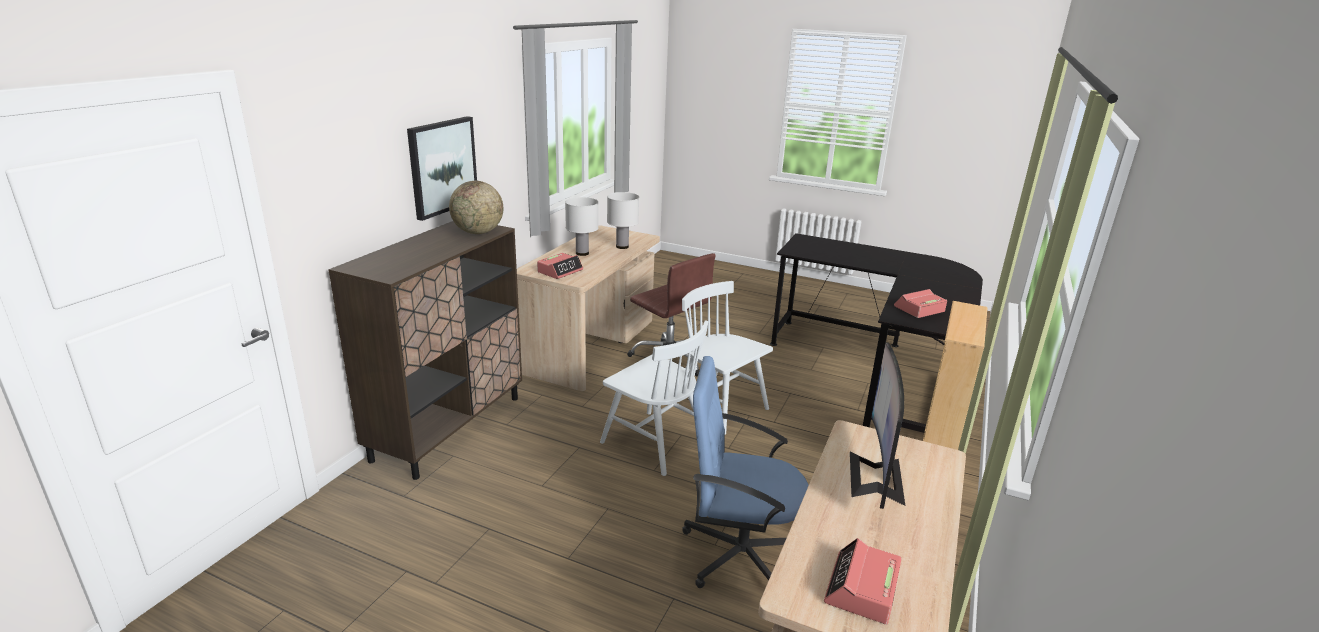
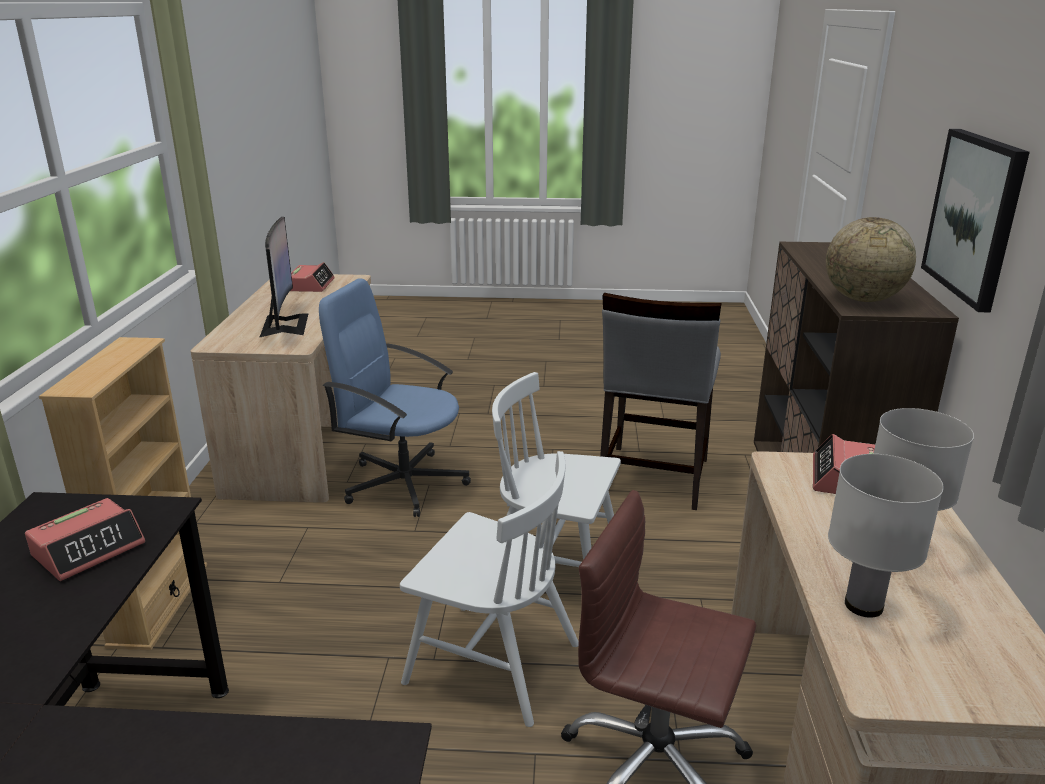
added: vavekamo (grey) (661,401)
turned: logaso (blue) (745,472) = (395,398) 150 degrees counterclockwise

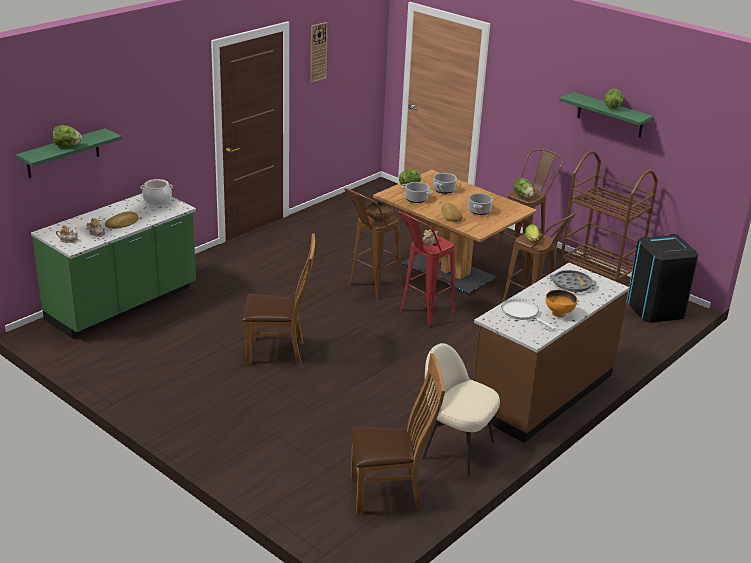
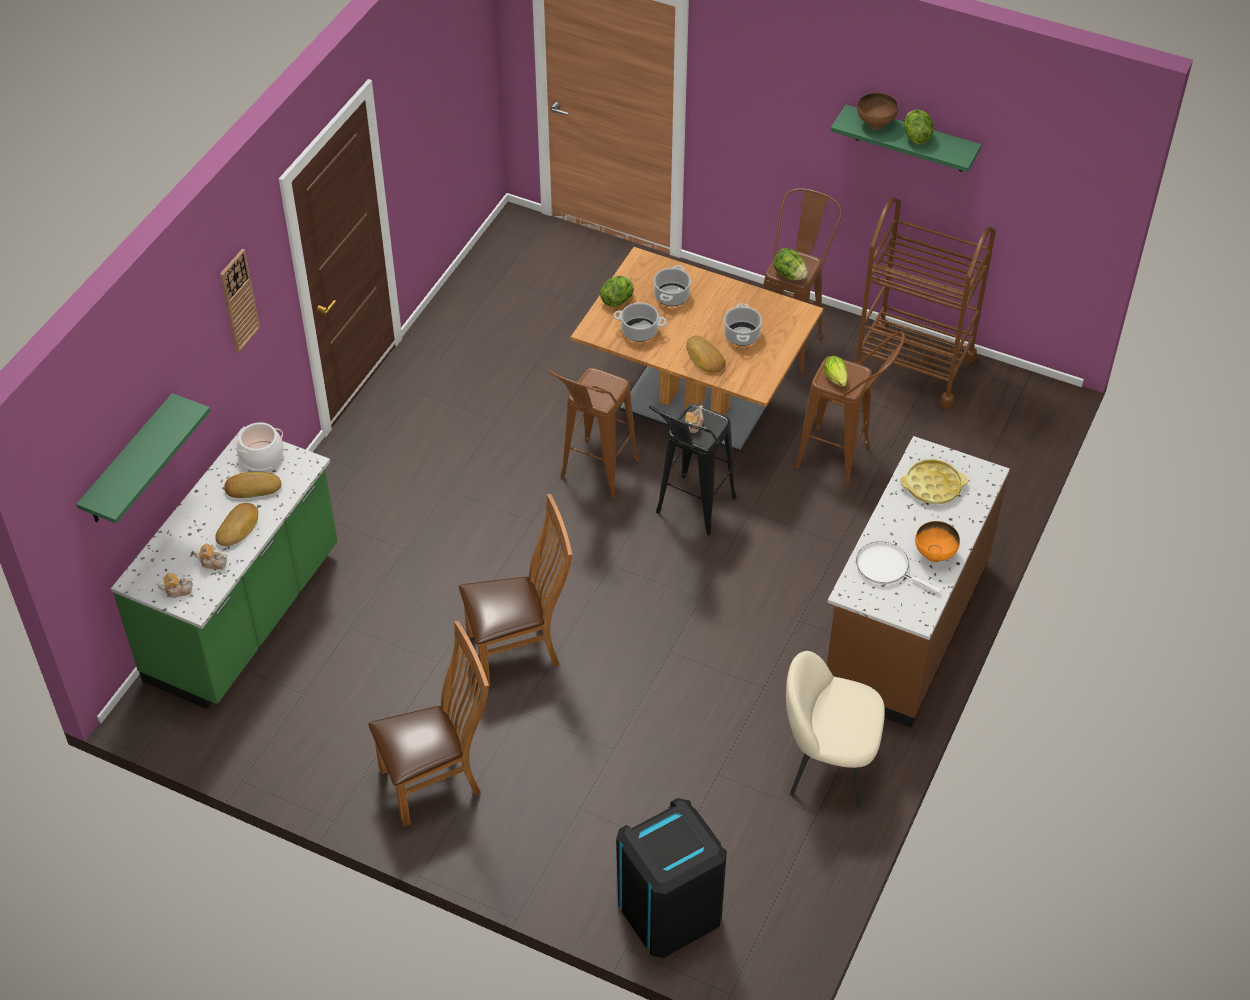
removed: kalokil (67,136)
added: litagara (252,484)
moved: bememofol (319,52) to (240,301); vavekamo (brown) (397,434) to (428,724); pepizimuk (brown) (380,213) to (877,111); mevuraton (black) (662,278) to (671,878)
recoloured: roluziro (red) (426,268) to roluziro (black) (692,470); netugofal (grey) (573,281) to netugofal (yellow) (934,481)

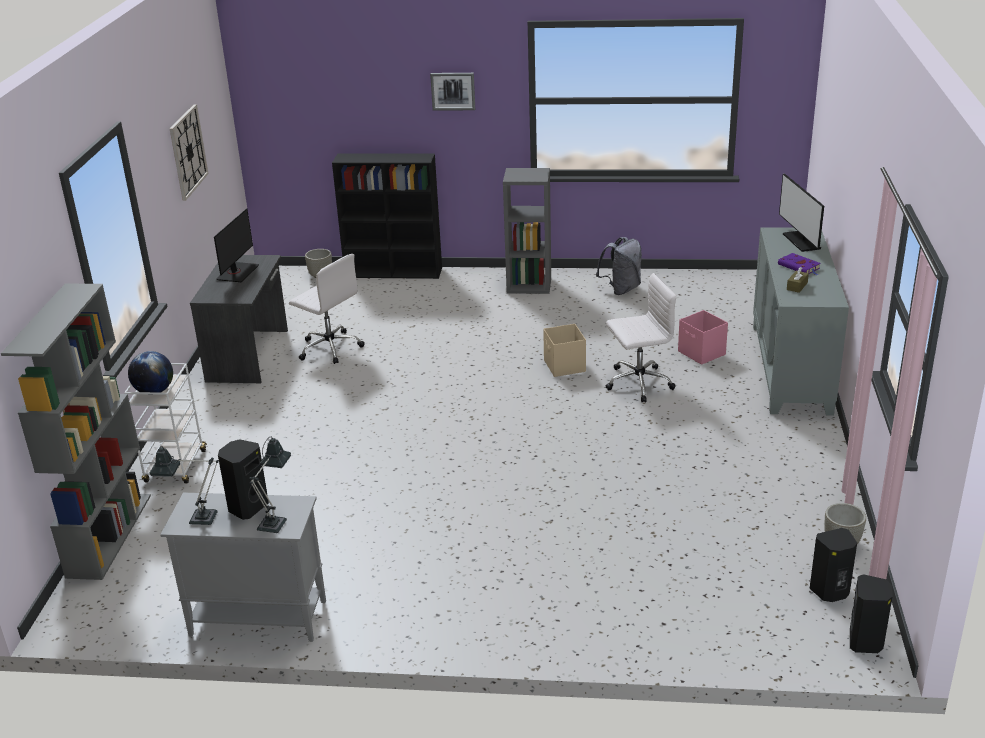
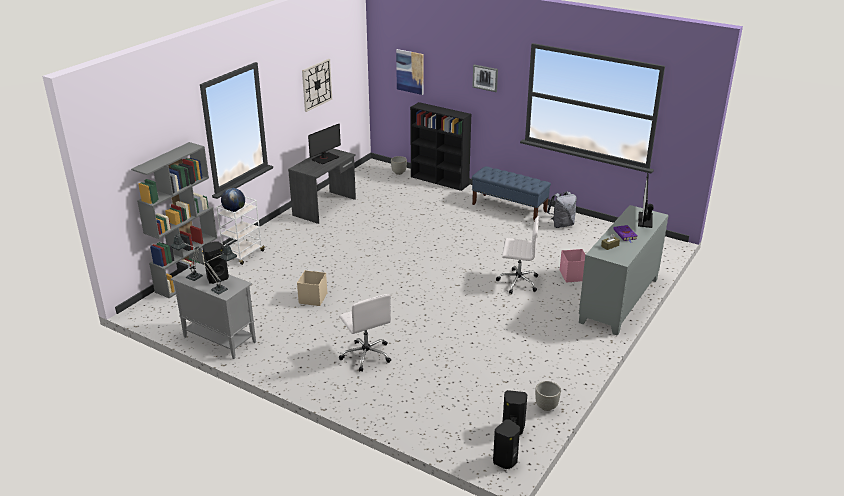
added: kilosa (409,72)
moved: logaso (white) (327,309) to (365,333); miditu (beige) (564,350) to (312,288)
replaced: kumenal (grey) (527,231) to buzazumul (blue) (511,193)

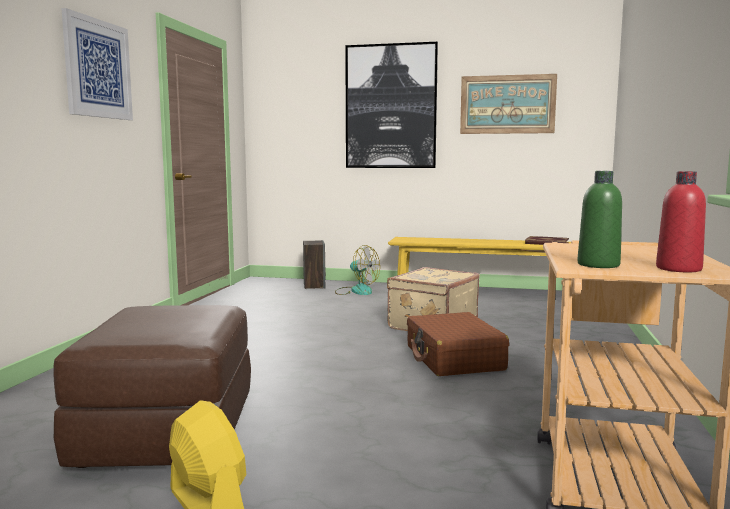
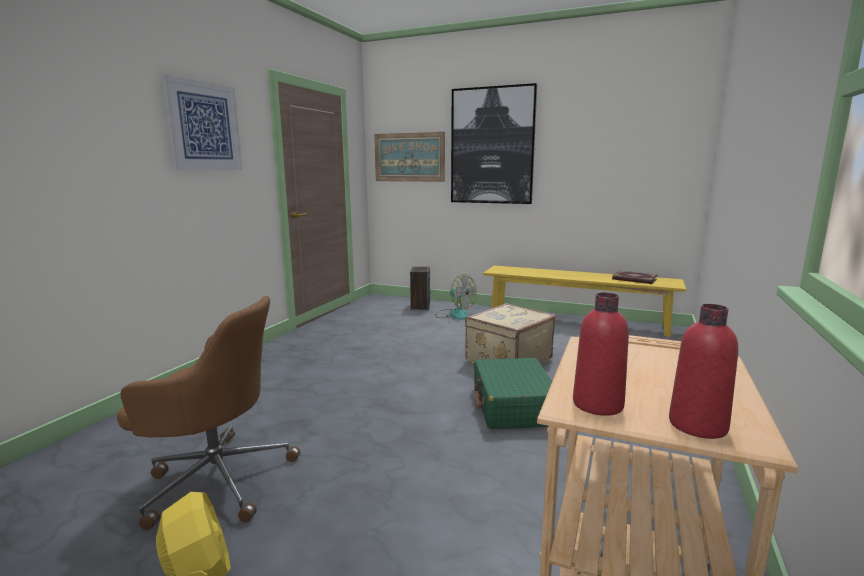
moved: kilosa (508,104) to (409,157)
replaced: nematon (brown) (152,386) to logaso (brown) (208,413)
recoloured: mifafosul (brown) (458,344) to mifafosul (green) (513,393); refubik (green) (599,219) to refubik (red) (601,354)

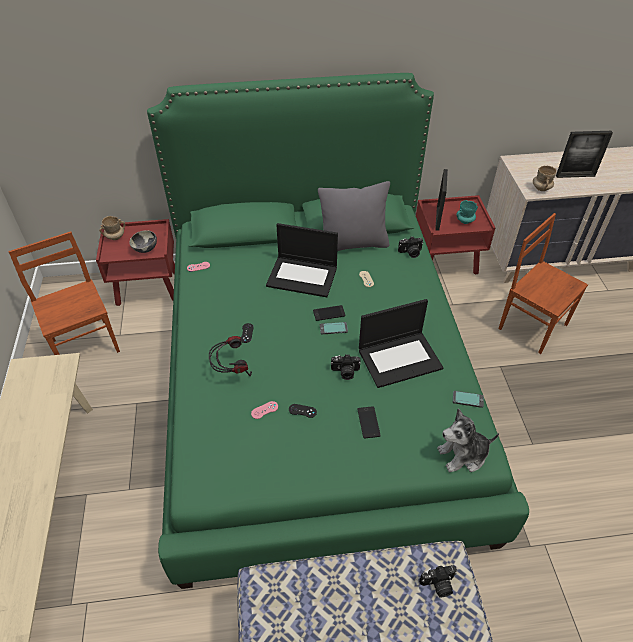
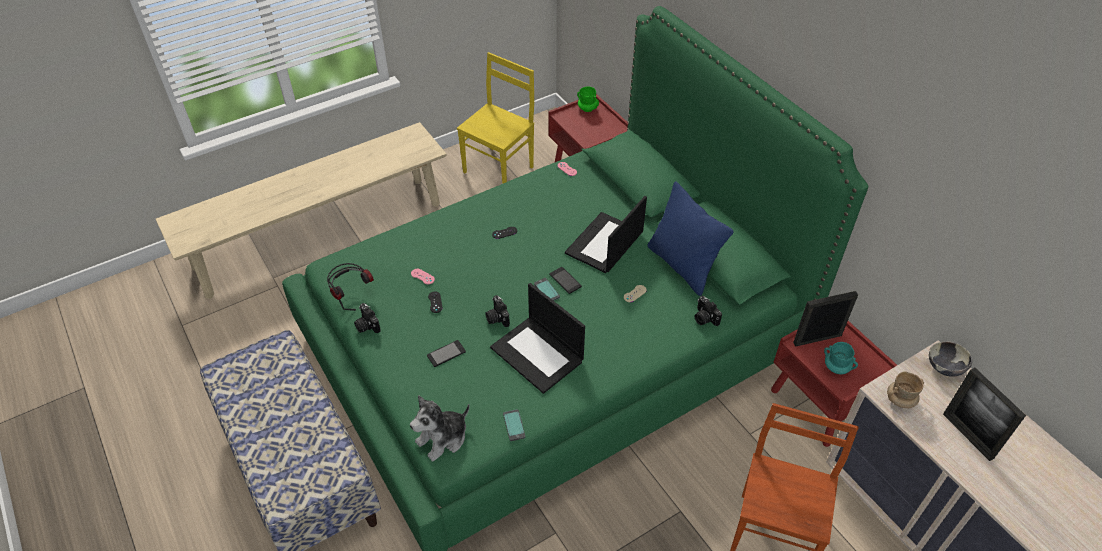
moved: pepizimuk (143,241) to (950,359); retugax (230,356) to (350,287); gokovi (438,581) to (367,318)
recoloured: vavekamo (brown) (64,293) to vavekamo (yellow) (495,118); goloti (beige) (112,228) to goloti (green) (588,99); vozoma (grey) (354,216) to vozoma (blue) (690,238)
turned: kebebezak (302,260) = (606,234) 45 degrees clockwise; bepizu (468,440) = (440,428) 90 degrees counterclockwise

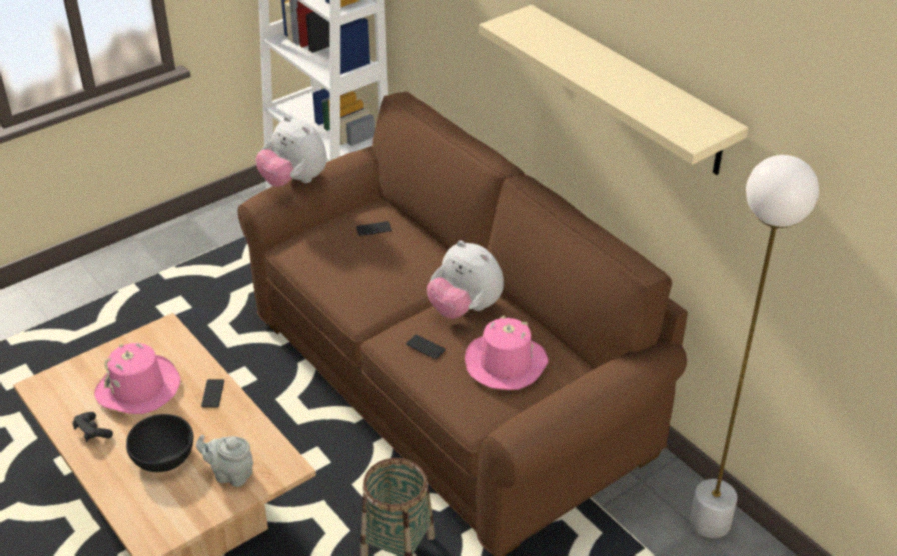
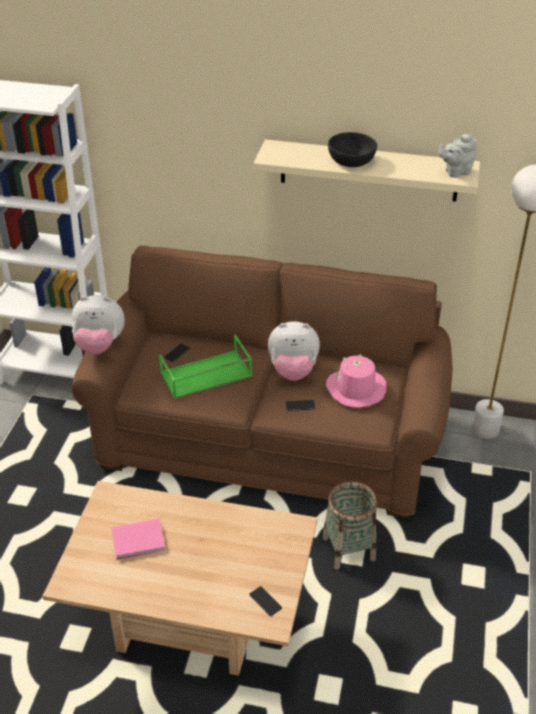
removed: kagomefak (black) (92,427)
added: netugofal (green) (205,366)
moved: pepizimuk (black) (159,443) to (352,149); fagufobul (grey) (224,461) to (458,156); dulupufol (212,393) to (265,601)
replaced: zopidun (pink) (137,378) to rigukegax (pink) (138,539)

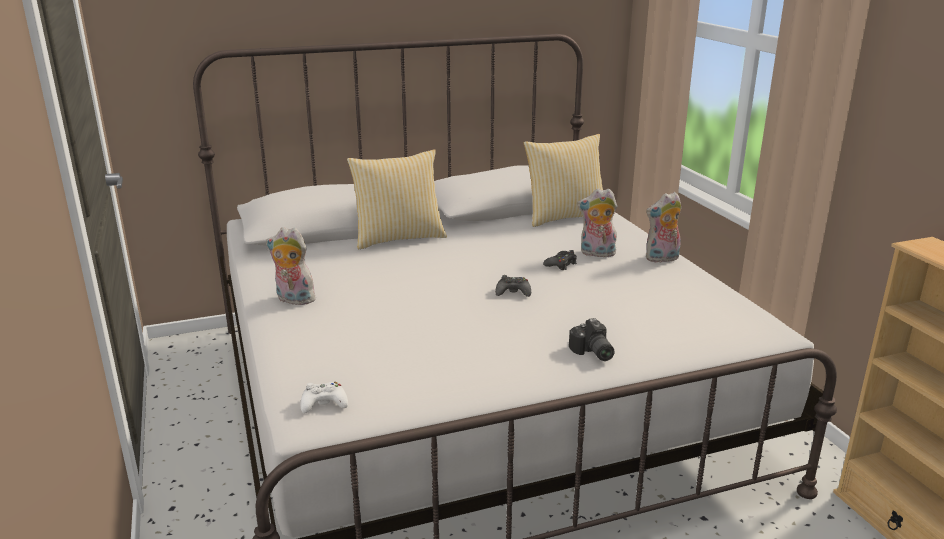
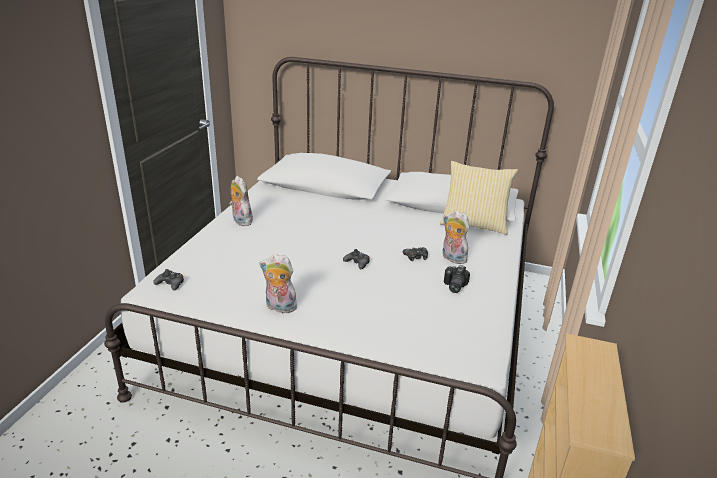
removed: vozoma (397,199)
moved: gokovi (592,339) to (457,279); bepizu (663,227) to (278,284)
recoloured: kagomefak (white) (324,397) to kagomefak (black) (168,280)

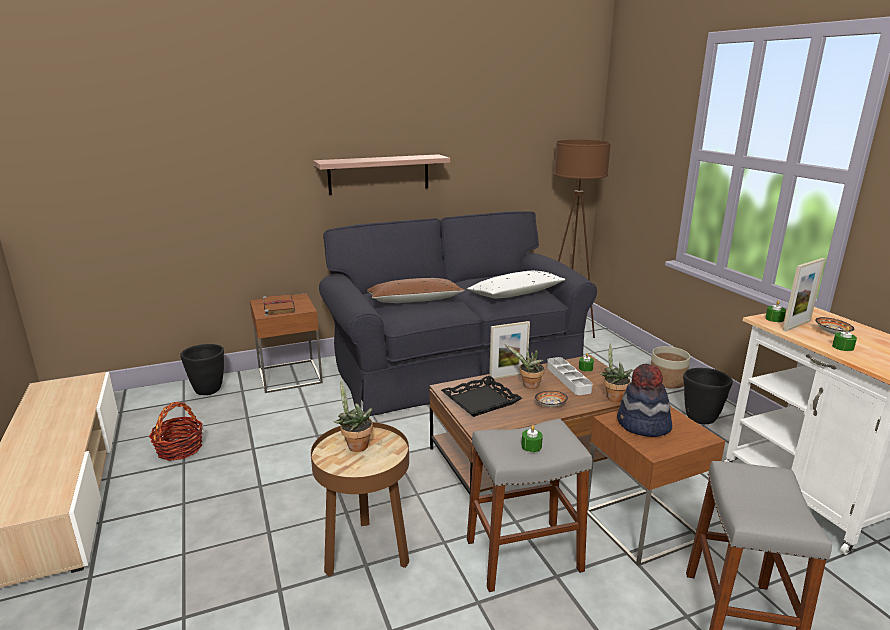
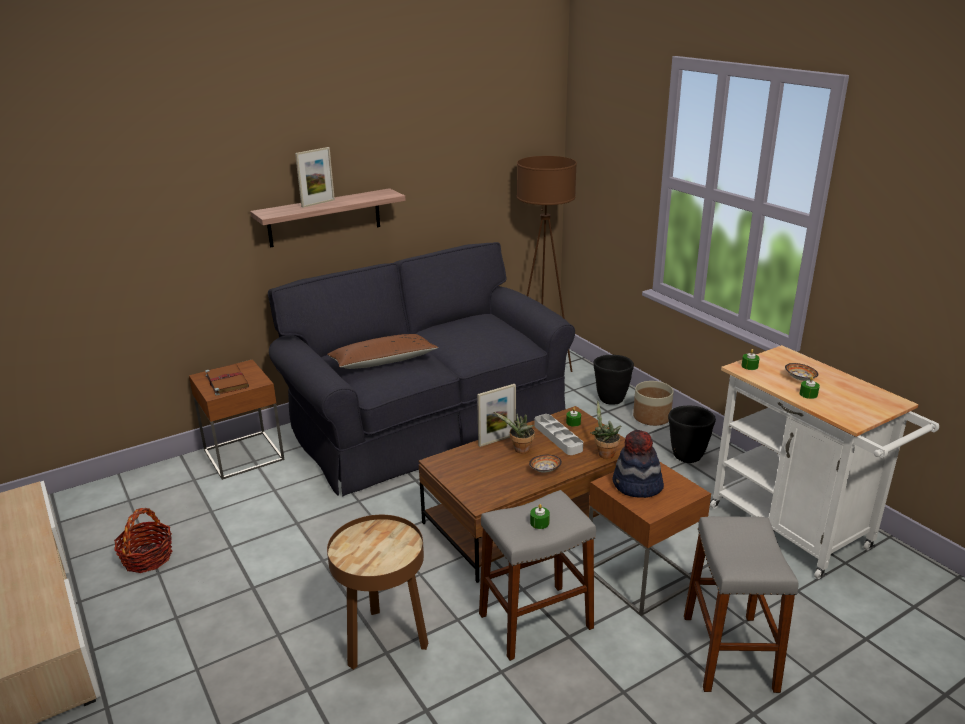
removed: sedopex (353,416); netugofal (black) (481,396); vozoma (white) (516,284)
moved: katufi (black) (202,369) to (613,380); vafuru (804,294) to (315,177)

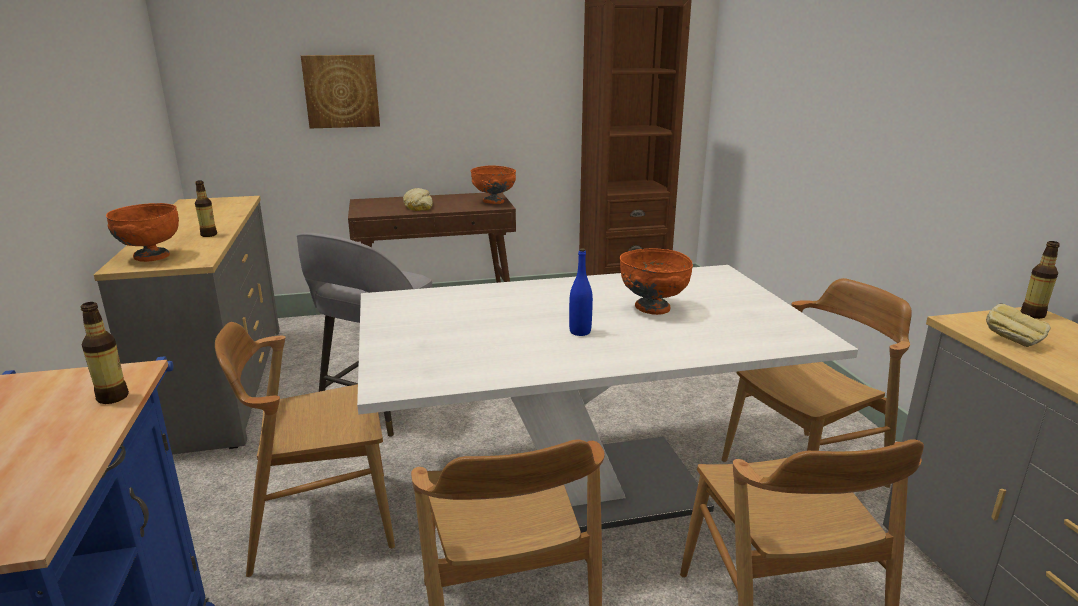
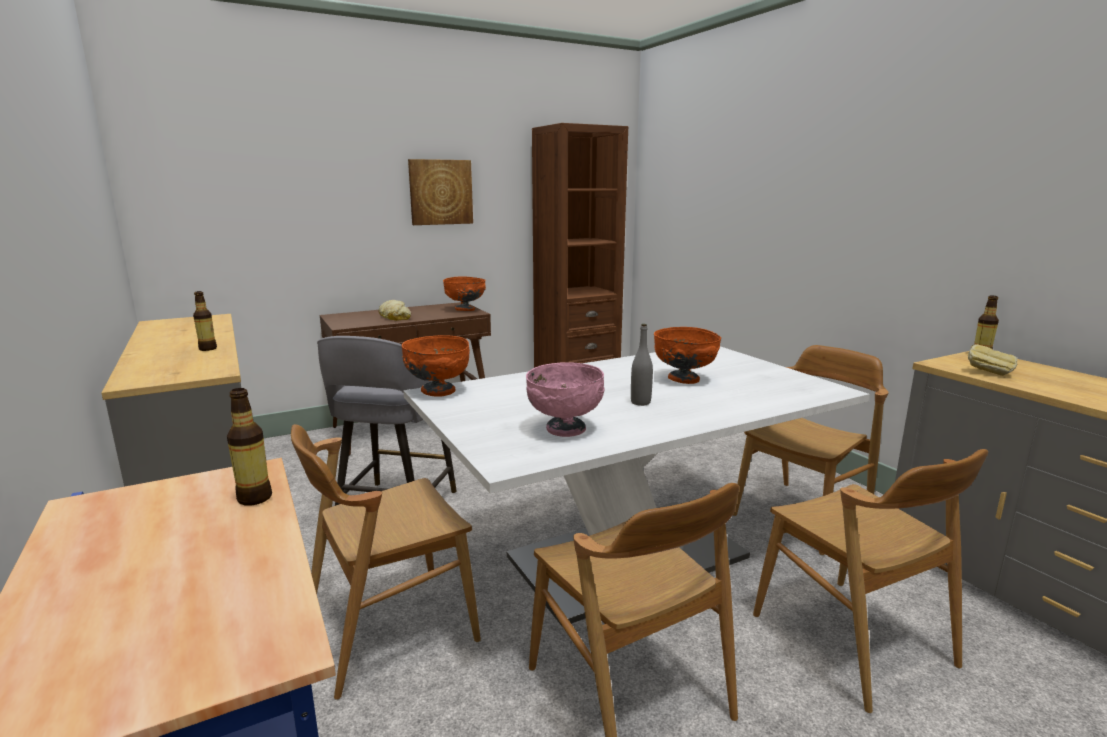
added: pepizimuk (pink) (565,399)
moved: pepizimuk (orange) (142,232) to (436,366); kilosa (340,91) to (440,192)
recoloured: refubik (blue) (581,292) to refubik (grey) (642,365)

